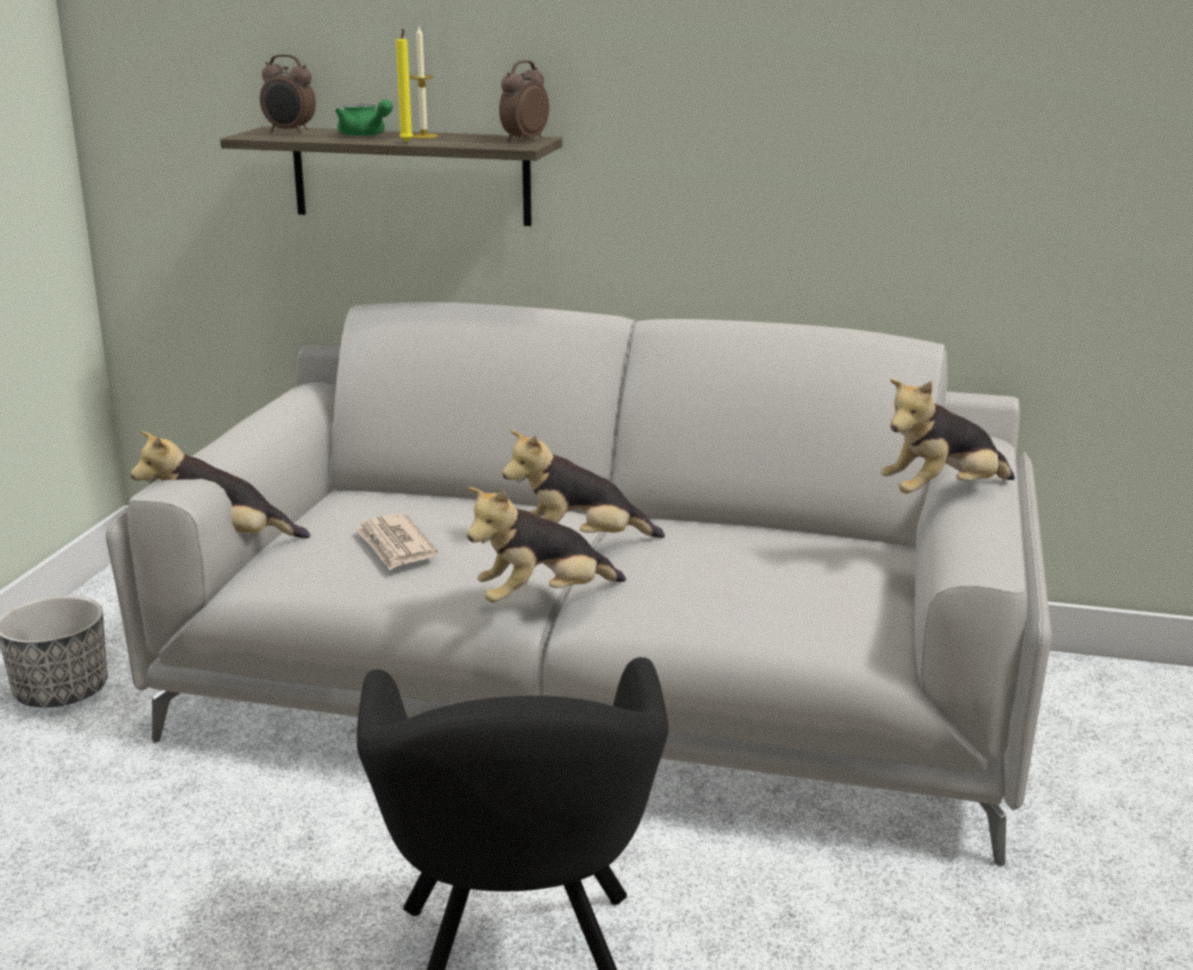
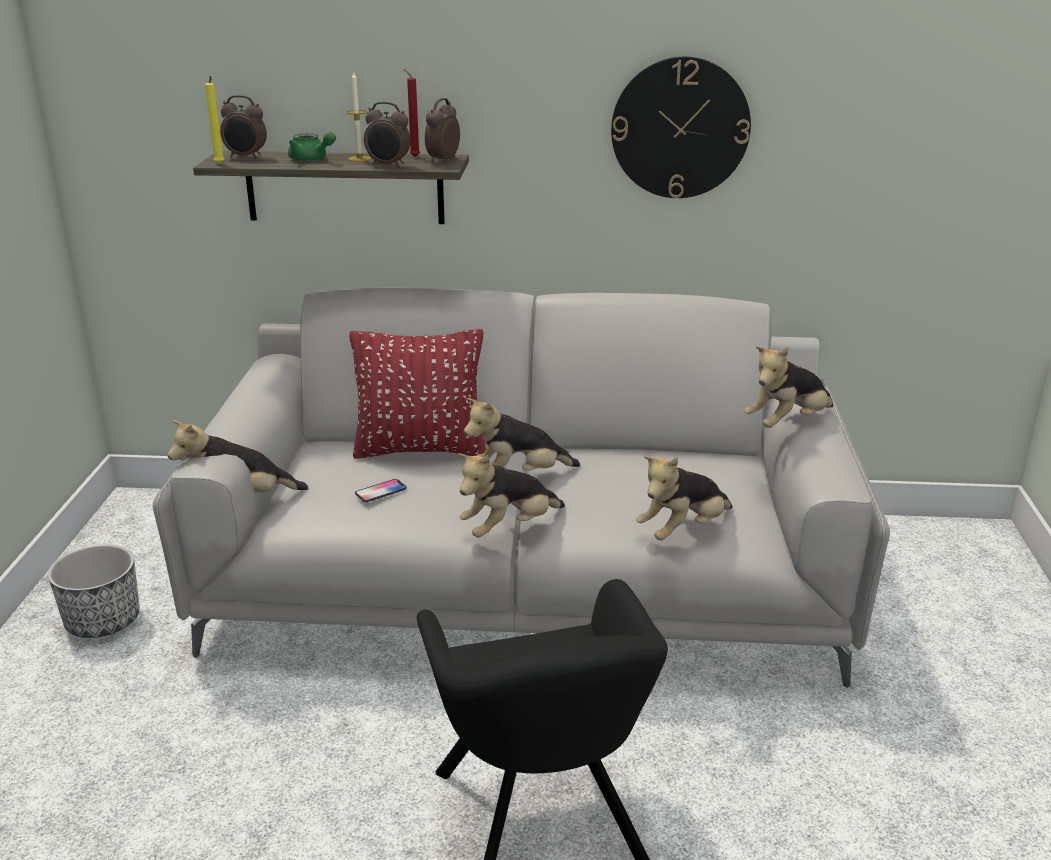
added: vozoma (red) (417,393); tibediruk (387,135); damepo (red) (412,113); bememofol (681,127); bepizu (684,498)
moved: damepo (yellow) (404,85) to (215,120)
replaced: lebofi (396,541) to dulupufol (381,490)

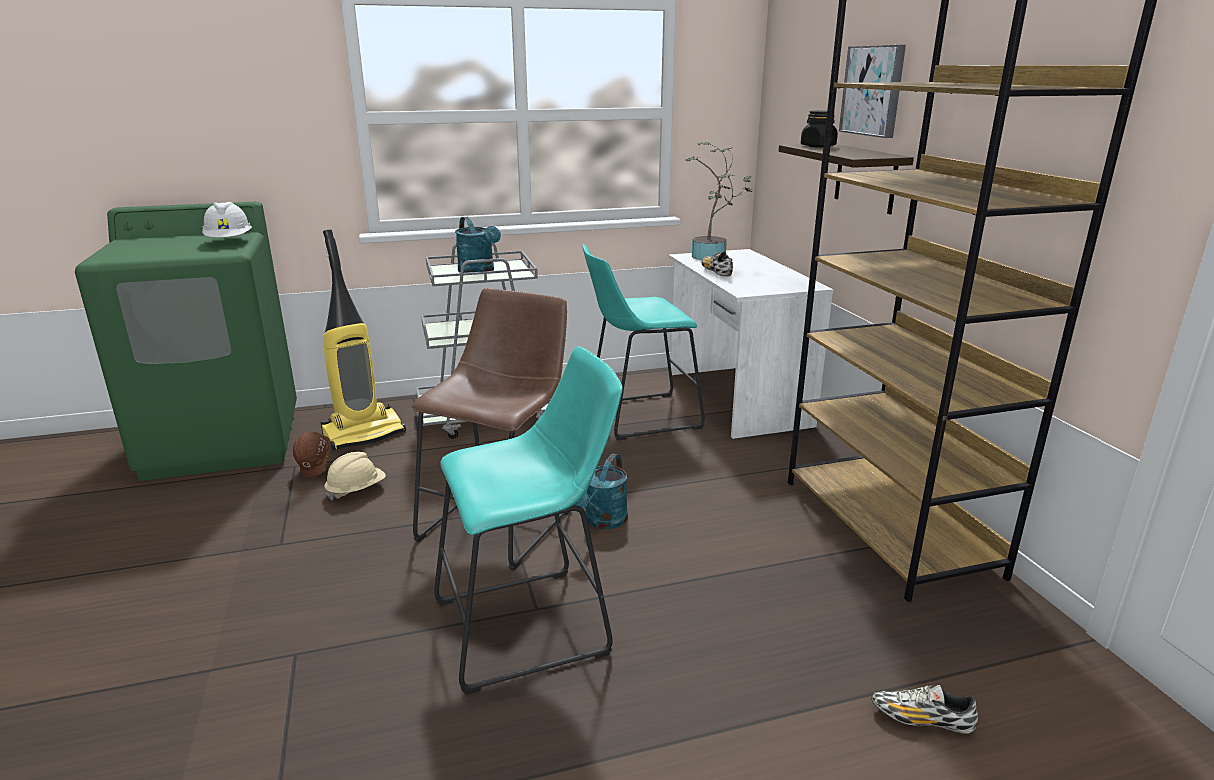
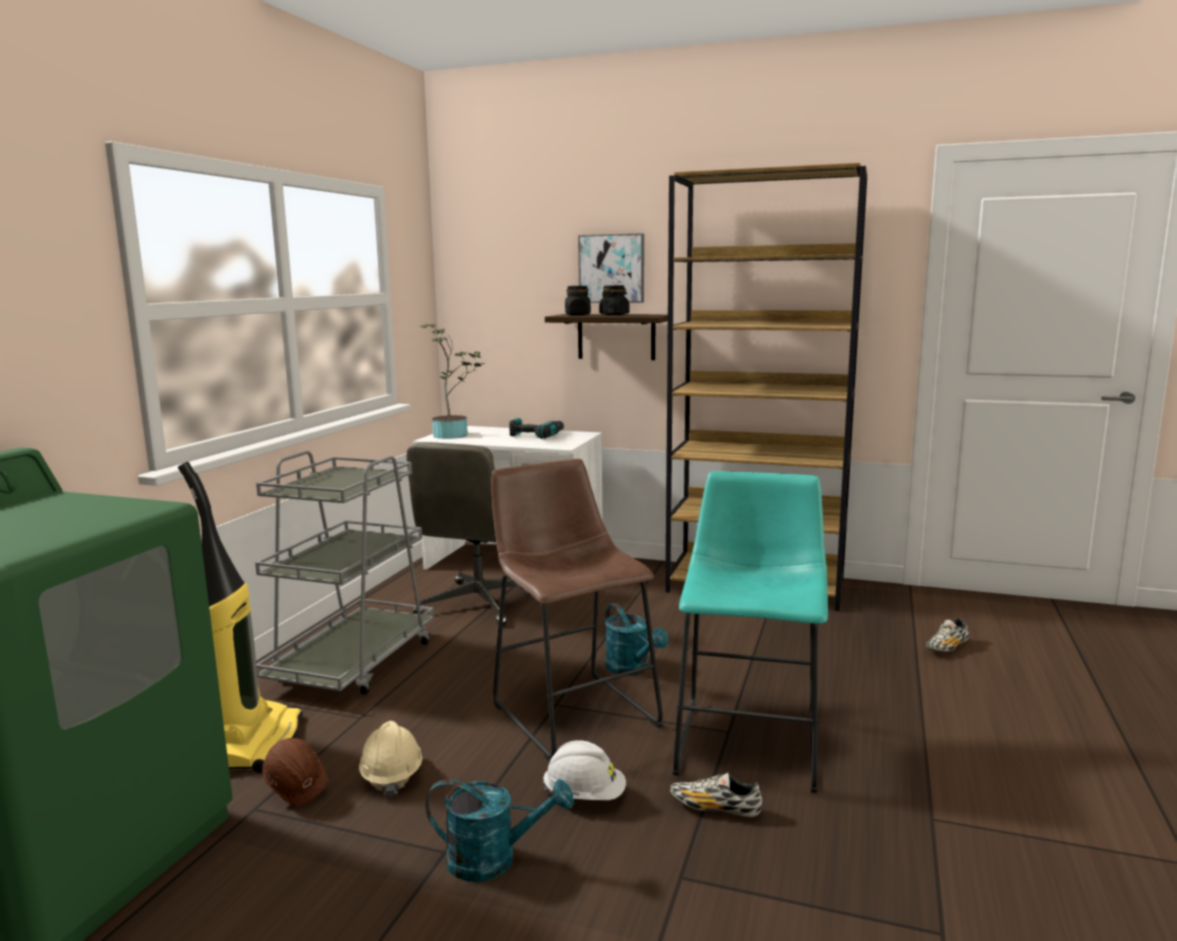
added: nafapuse (536,428); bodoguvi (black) (614,300)
moved: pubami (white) (227,219) to (584,770); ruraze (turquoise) (478,245) to (500,830); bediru (717,264) to (716,795)
replaced: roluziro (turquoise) (643,342) to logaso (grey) (461,534)

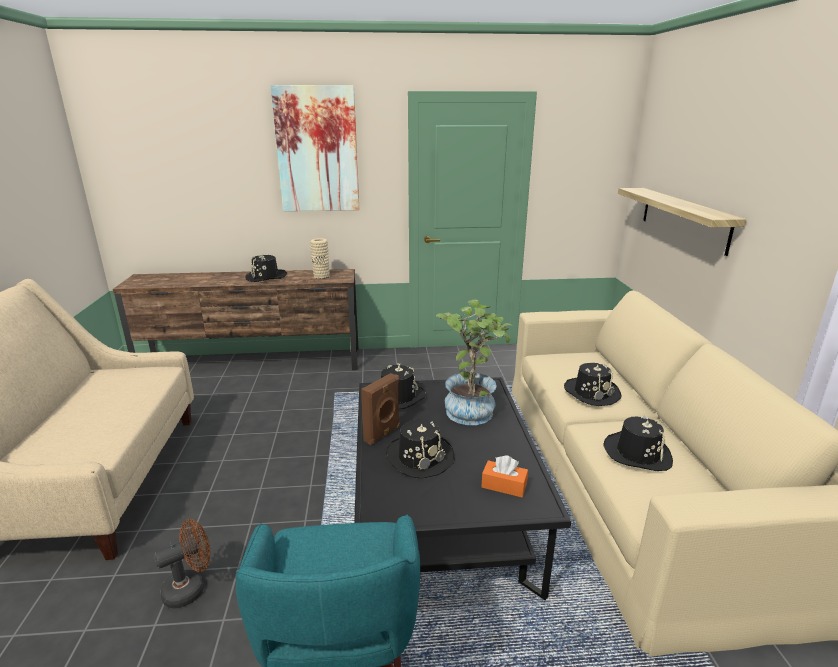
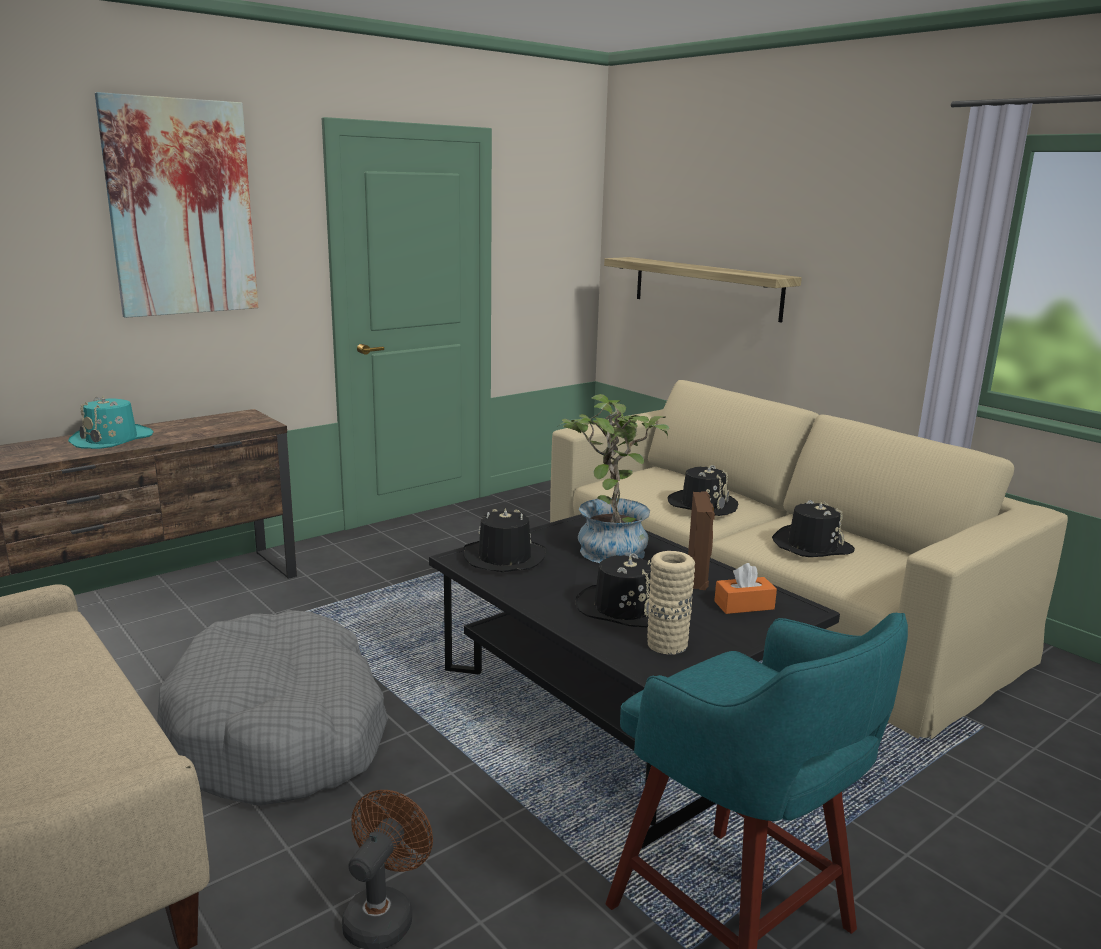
added: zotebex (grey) (272,707)
moved: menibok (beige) (320,258) to (671,603); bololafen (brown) (380,409) to (701,540)
recoloured: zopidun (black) (266,267) to zopidun (turquoise) (111,422)

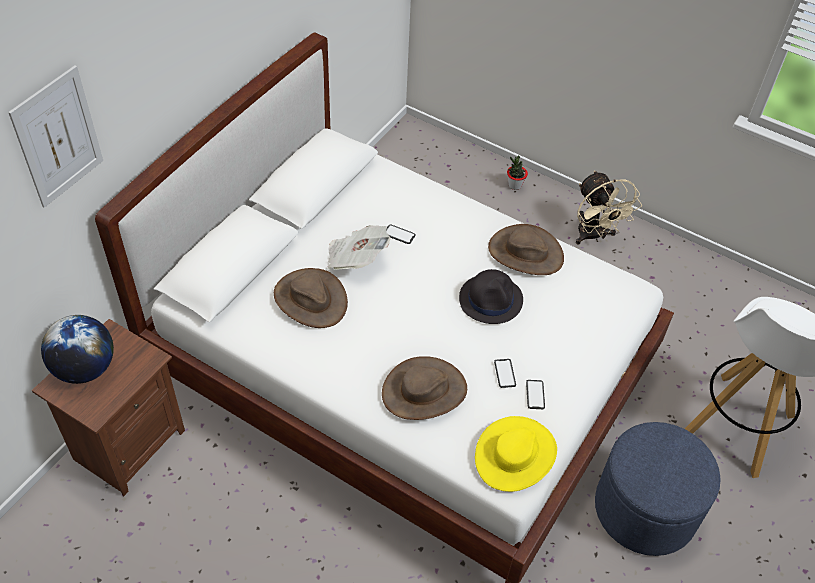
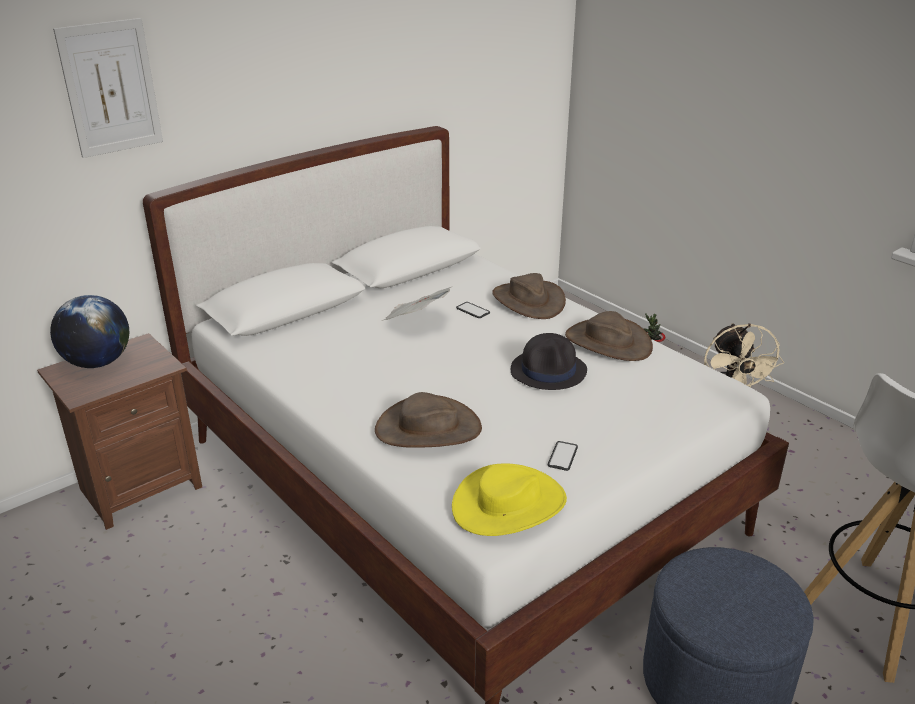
removed: dulupufol (505,373)
moved: zopidun (brown) (311,298) to (529,296)

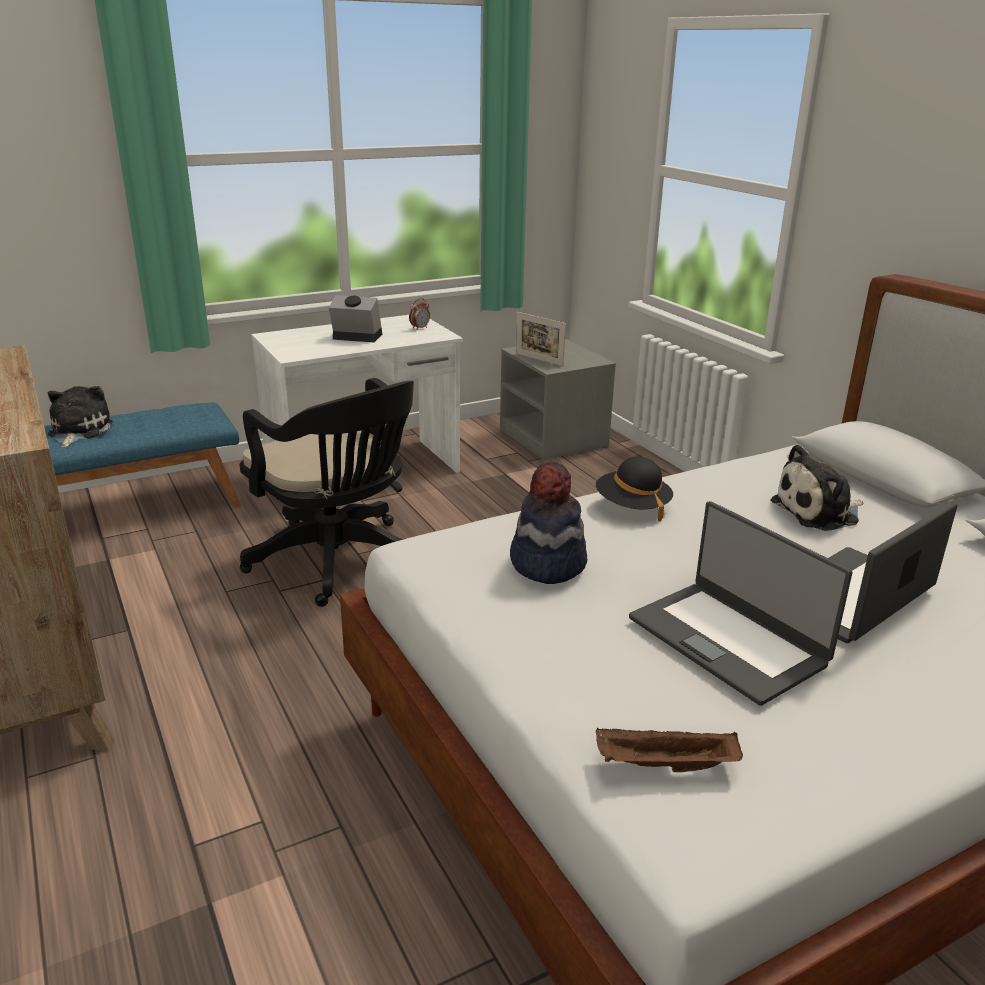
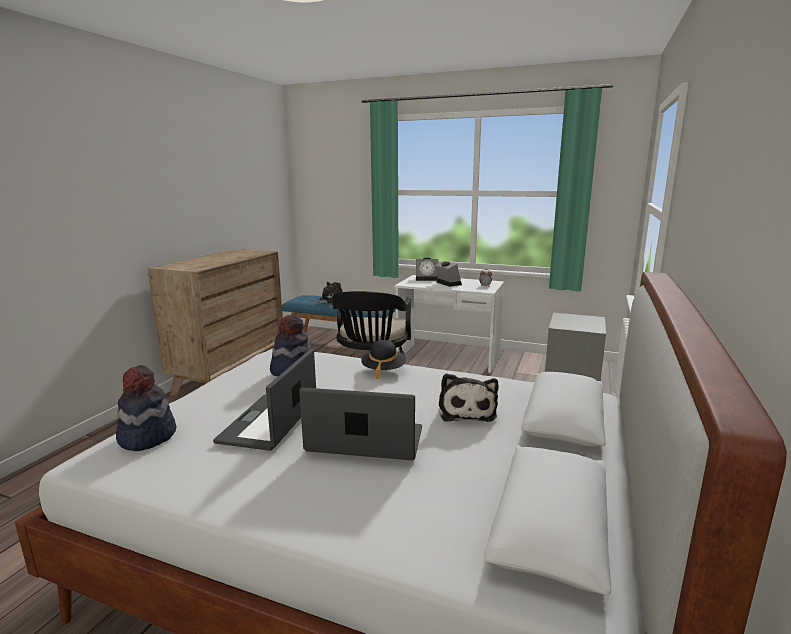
removed: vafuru (541,339)
added: tibediruk (427,269)
replaced: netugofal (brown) (669,750) to zopidun (146,408)
turned: bepizu (817,487) = (469,397) 120 degrees counterclockwise

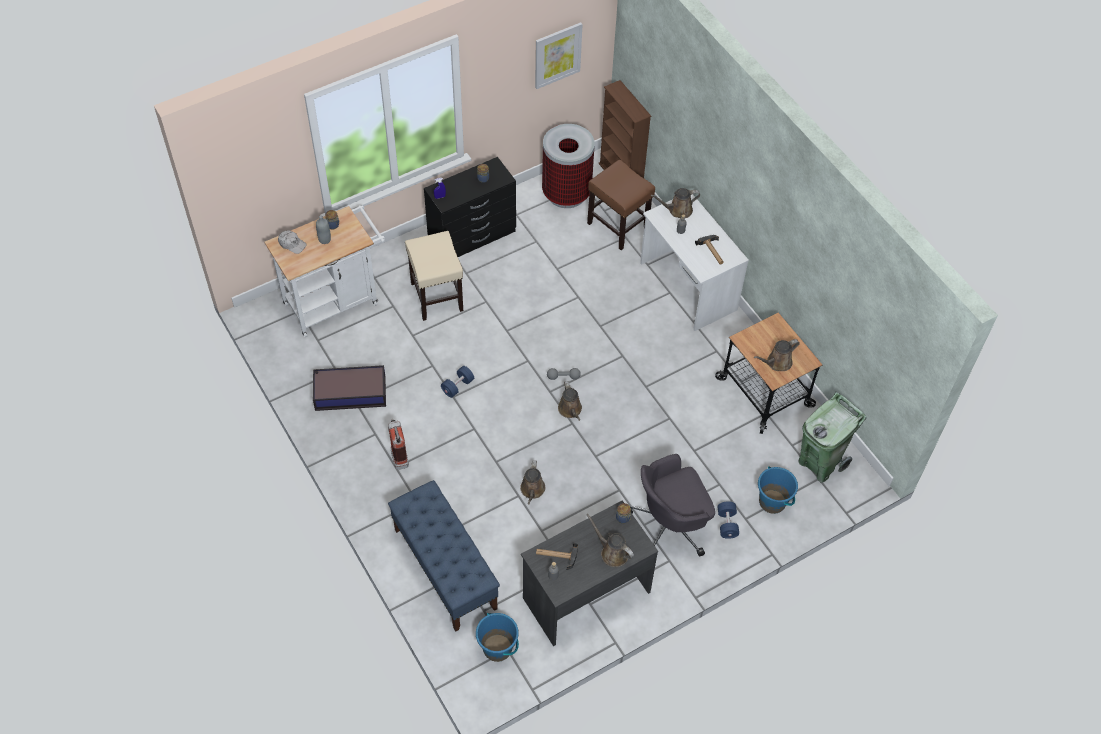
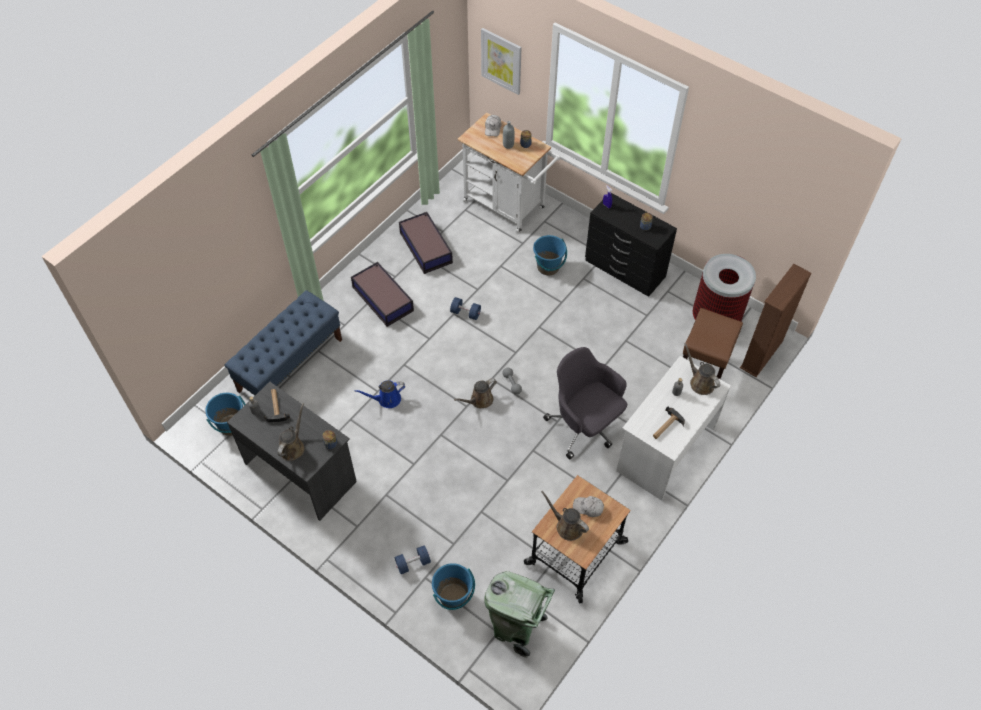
added: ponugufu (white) (588,506)
moved: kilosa (559,55) to (501,61); logaso (grey) (672,505) to (585,403)
replaced: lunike (398,444) to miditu (382,294); roluziro (beige) (434,276) to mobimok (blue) (550,255)
recoloured: ruraze (brown) (532,482) to ruraze (blue) (380,394)

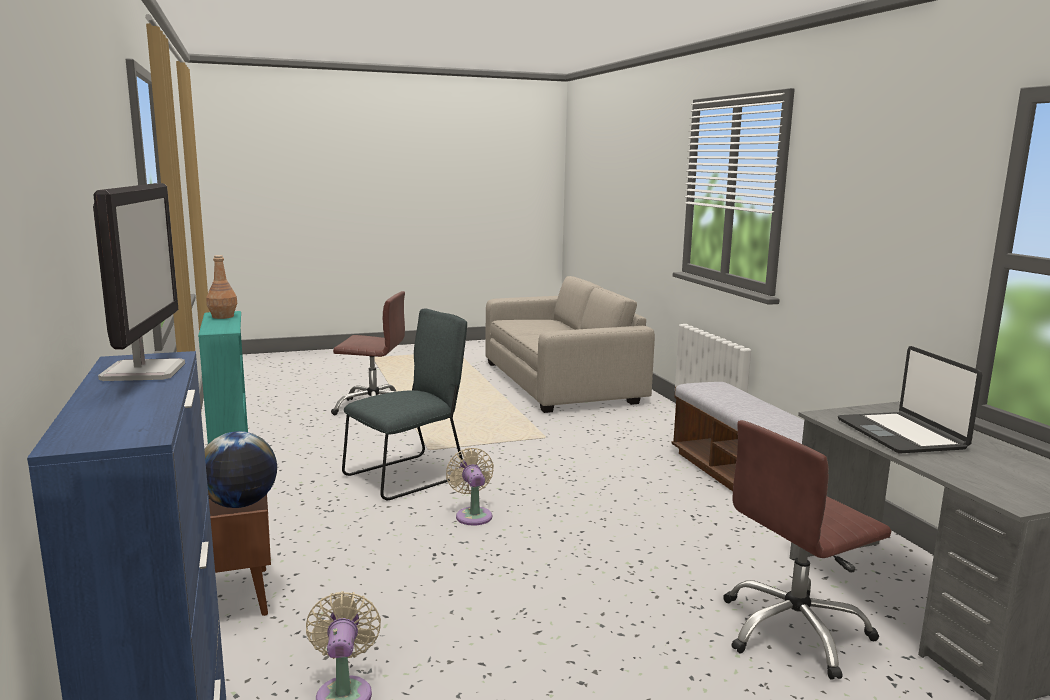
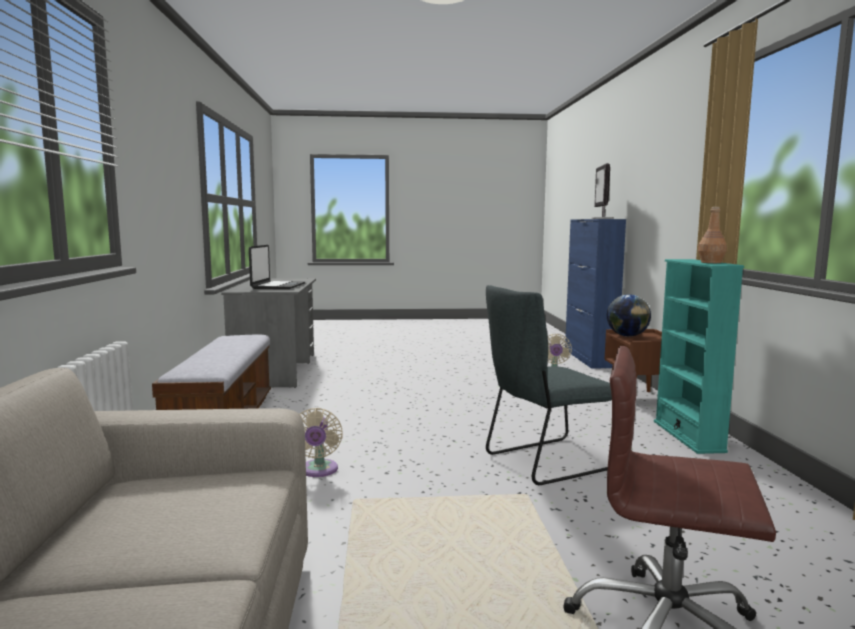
removed: logaso (brown) (807,550)
moved: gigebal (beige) (470,486) to (321,442)

